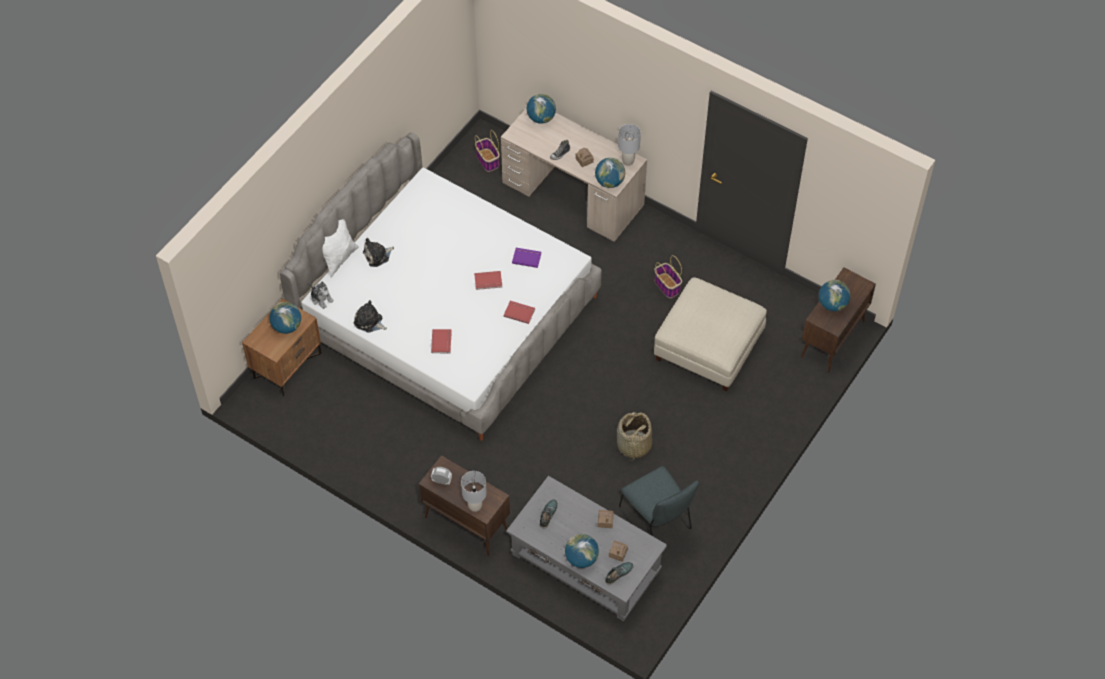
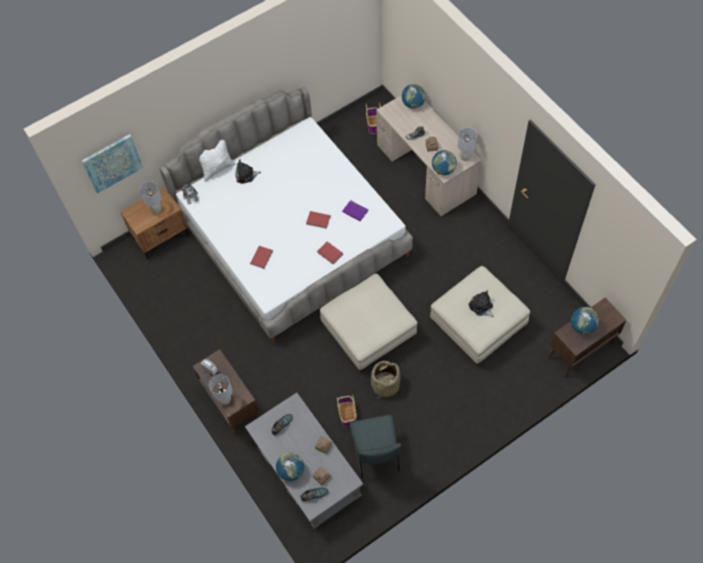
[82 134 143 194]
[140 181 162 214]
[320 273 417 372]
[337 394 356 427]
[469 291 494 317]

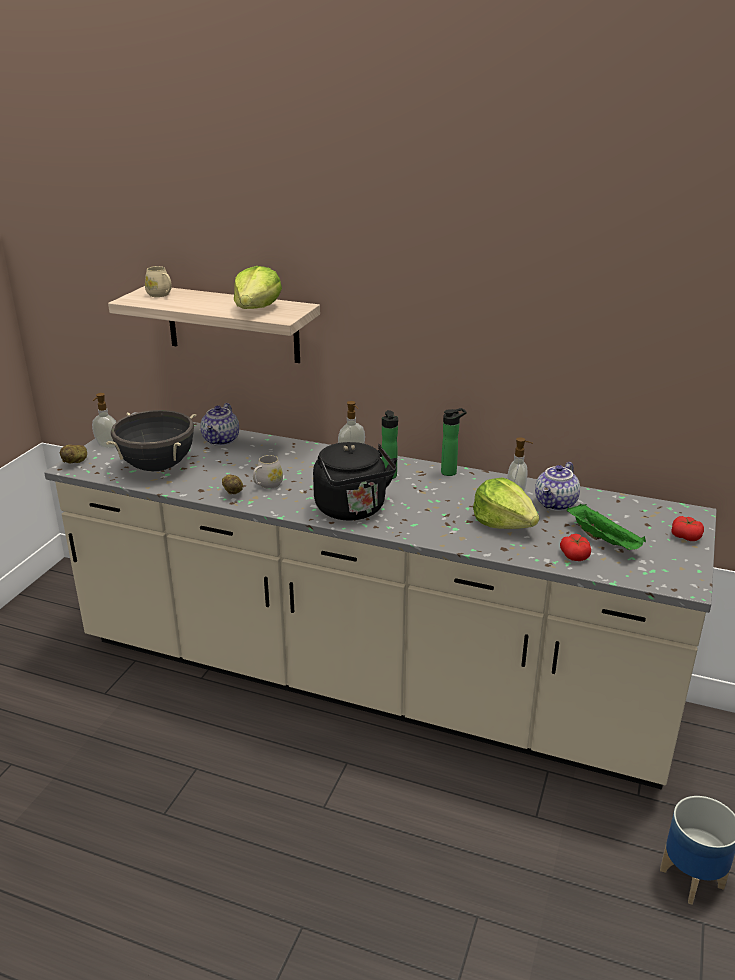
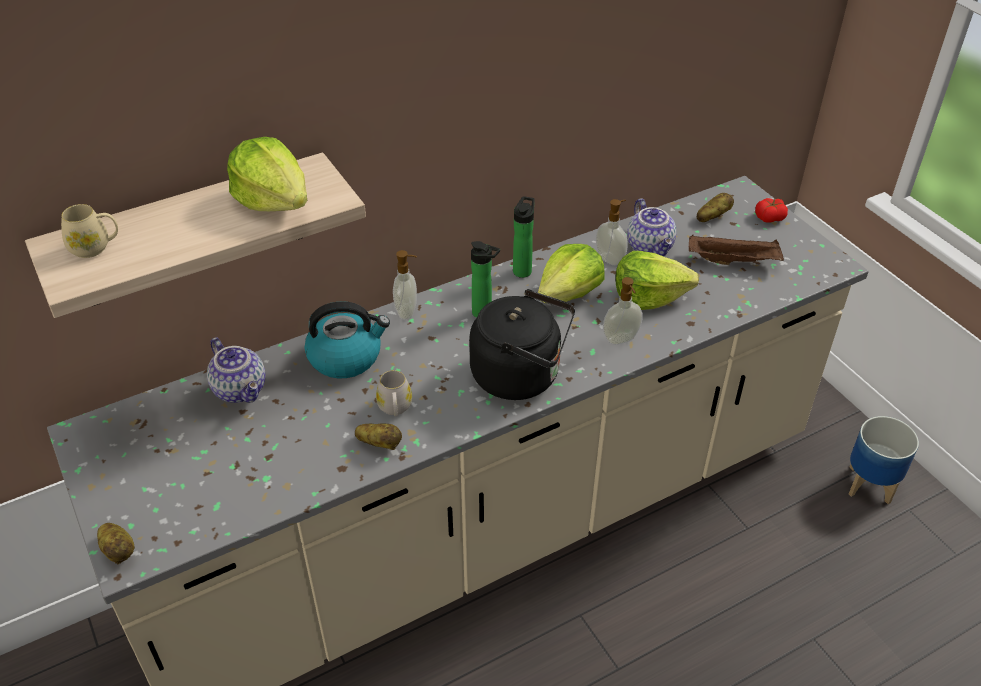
[305 301 390 378]
[538 244 605 303]
[603 277 642 345]
[689 235 784 265]
[697 193 734 222]
[106 410 196 471] (first image)
[560 534 591 561] (first image)

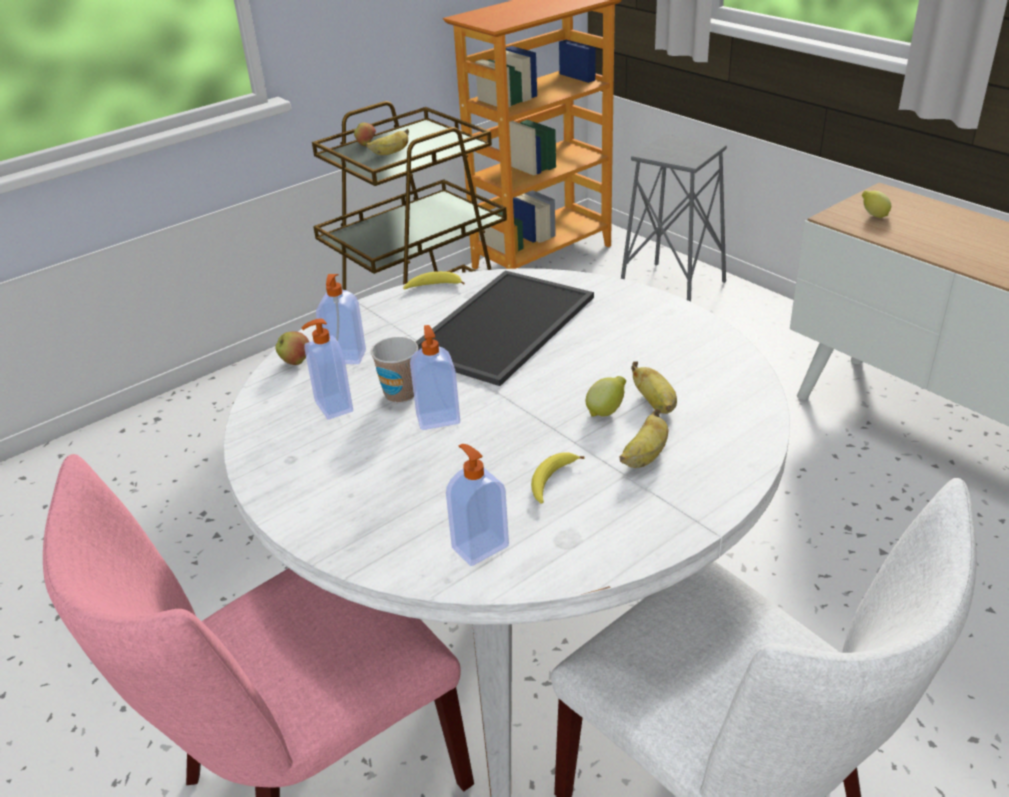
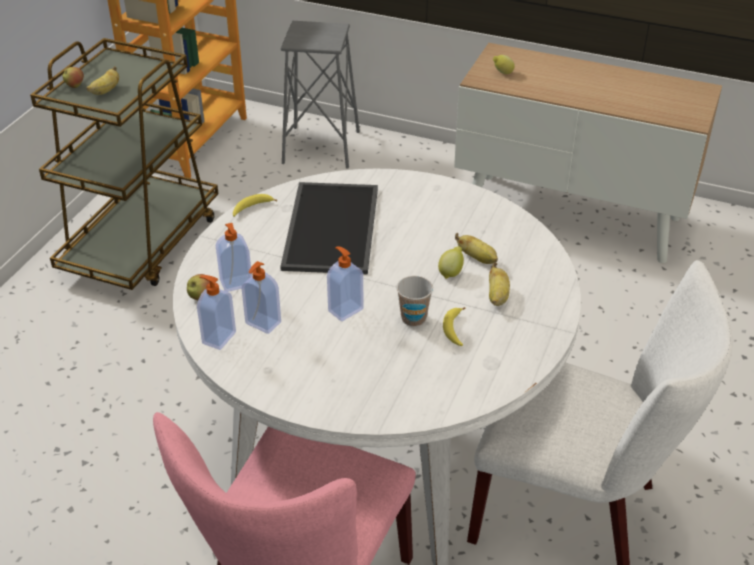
[197 275 236 350]
[396 276 433 327]

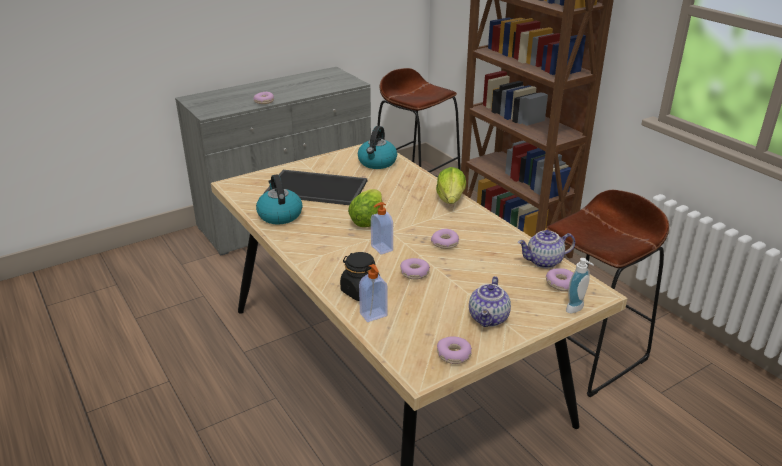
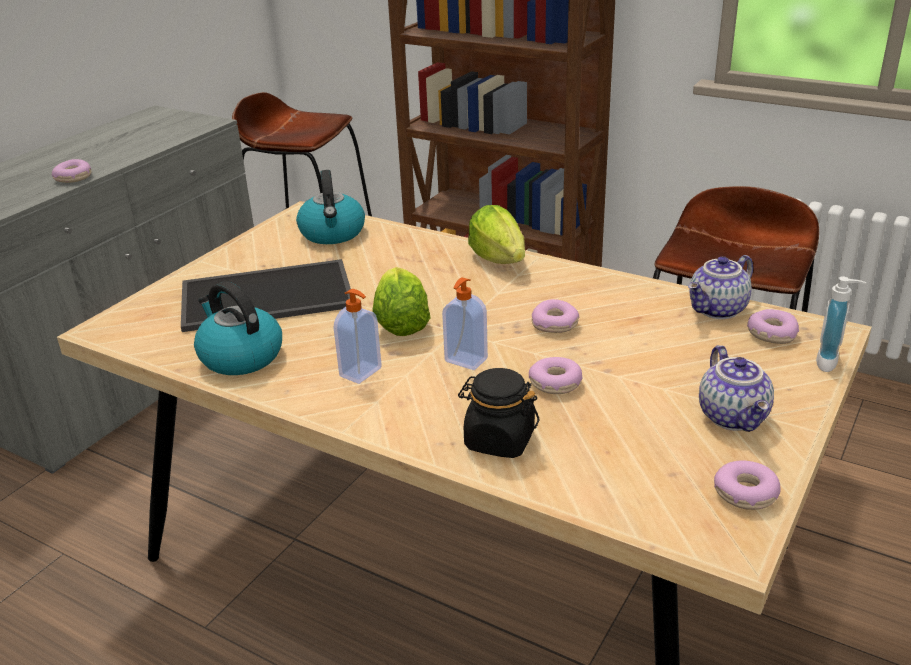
[334 289 382 384]

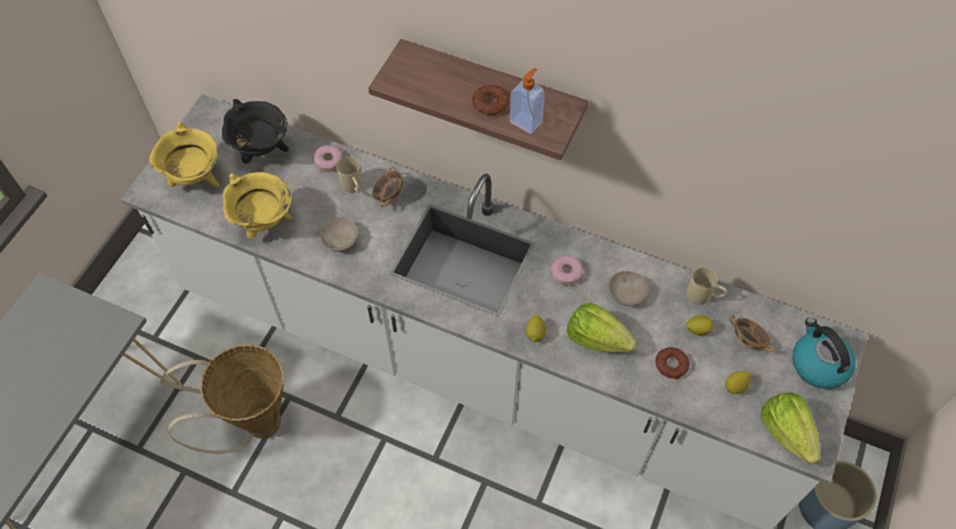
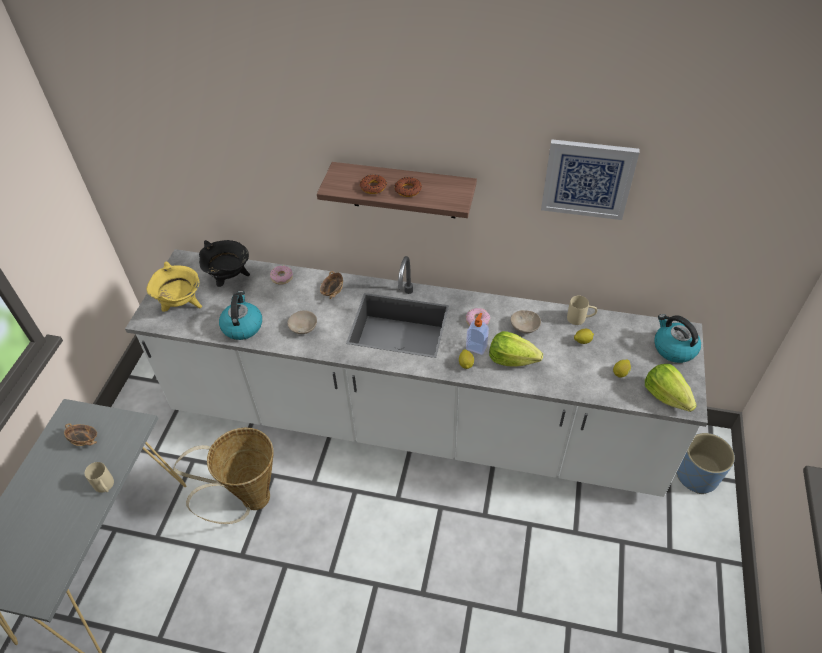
[64 423 97 446]
[85 462 114 493]
[219 291 262 340]
[360 175 387 194]
[466 313 489 355]
[541 139 640 220]

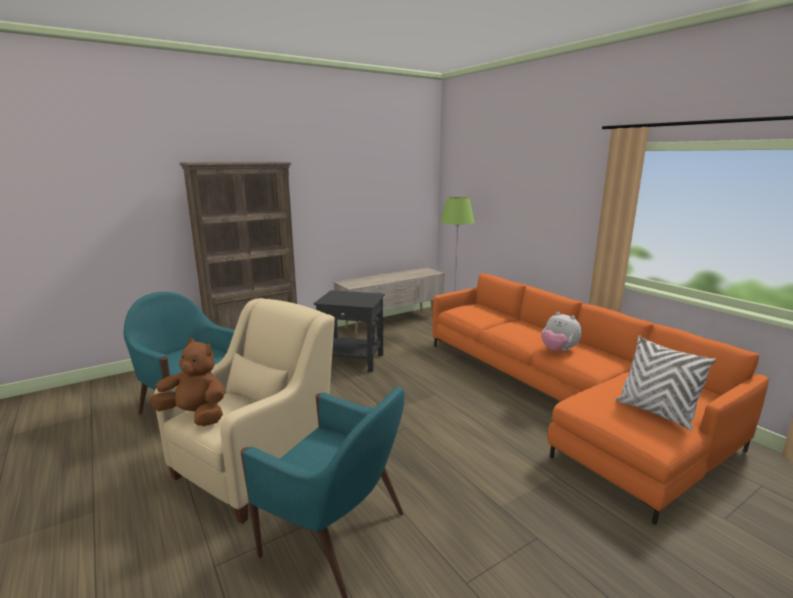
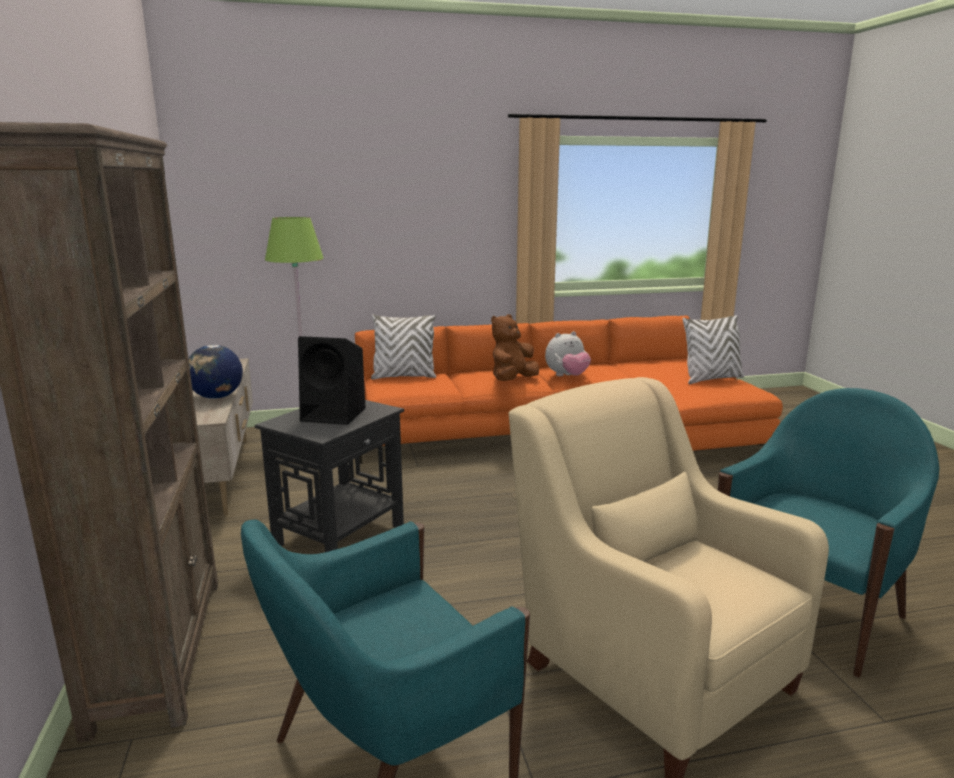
[188 345 243 399]
[298 336 365 425]
[371 314 436 379]
[491 314 539 381]

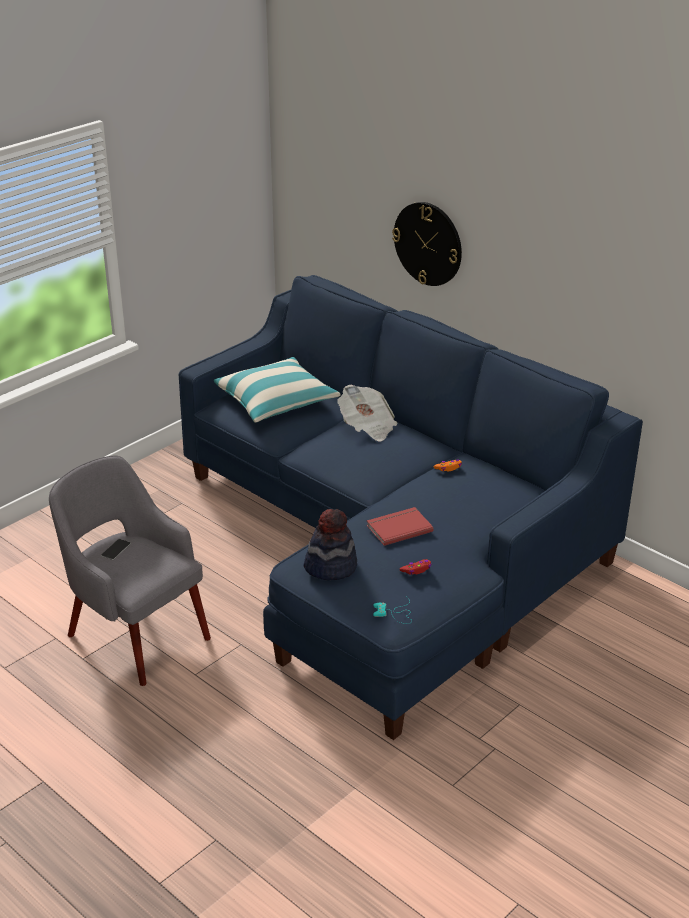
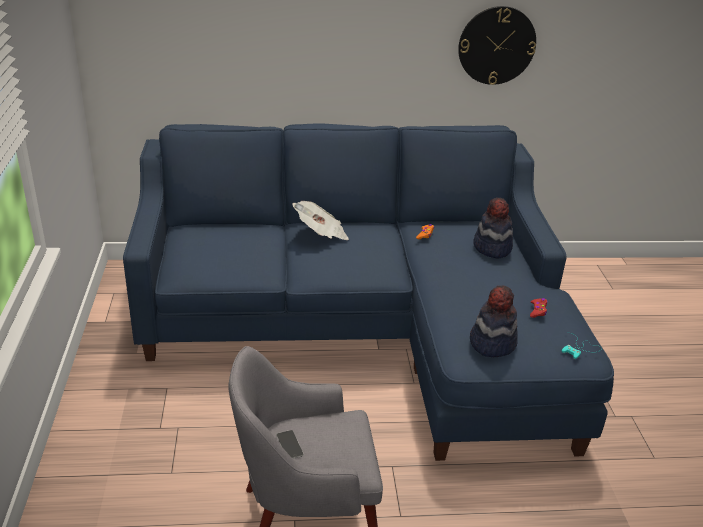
[458 6 536 85]
[473 198 513 258]
[214 357 341 423] (first image)
[367 507 434 546] (first image)

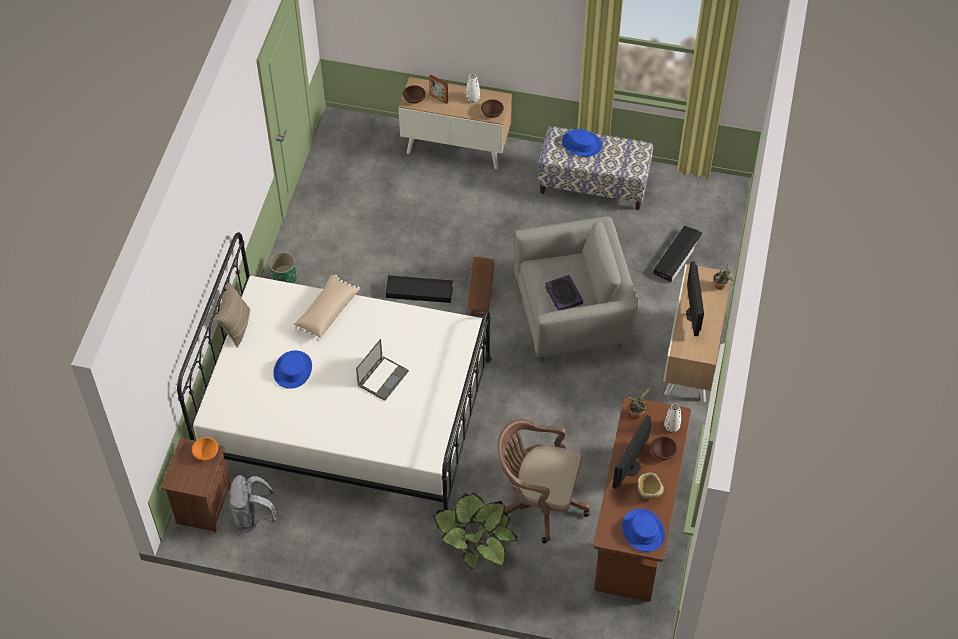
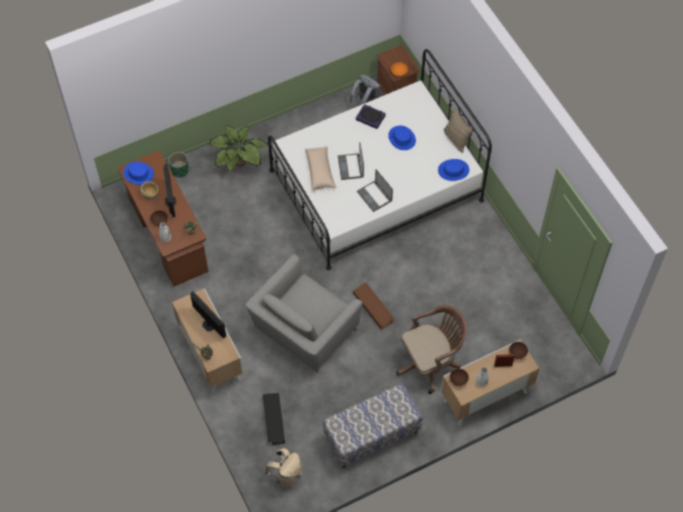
[169 152 189 178]
[265 448 302 490]
[305 146 336 192]
[356 104 386 129]
[357 169 393 212]
[396 305 467 394]
[438 159 469 181]
[386 275 453 303] (first image)

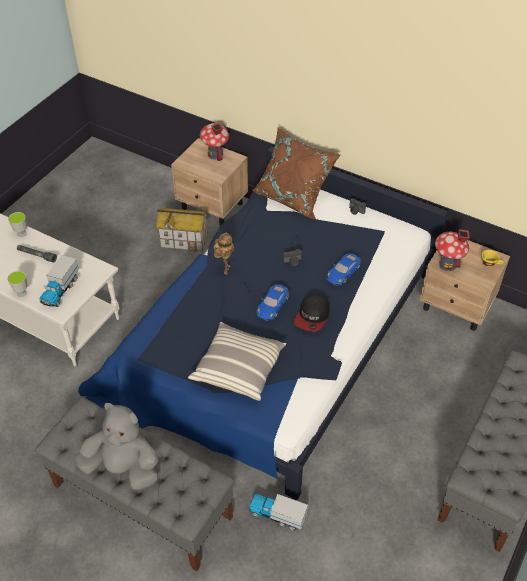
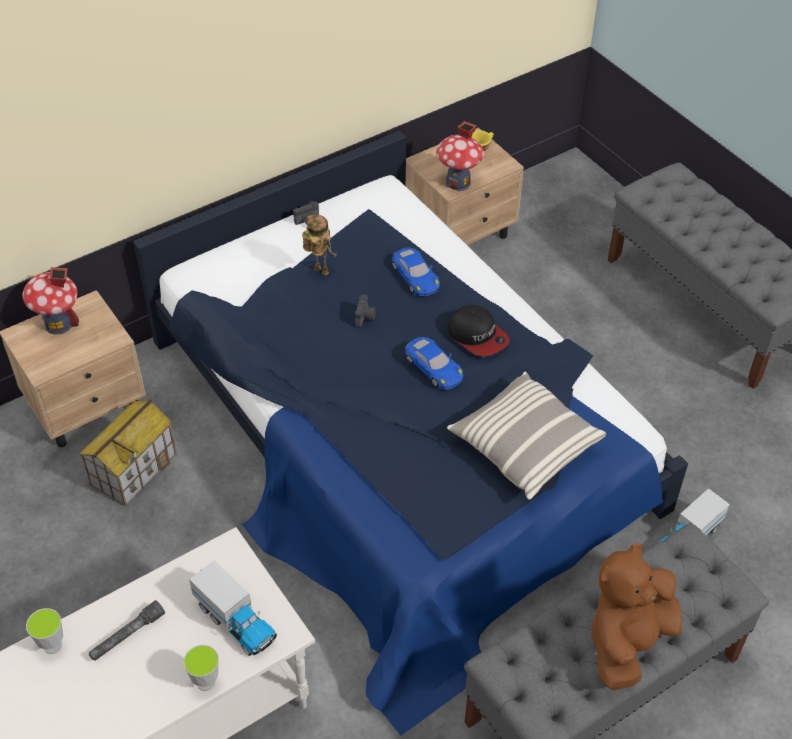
[302 214 336 275]
[592 543 682 691]
[251 127 341 219] (first image)

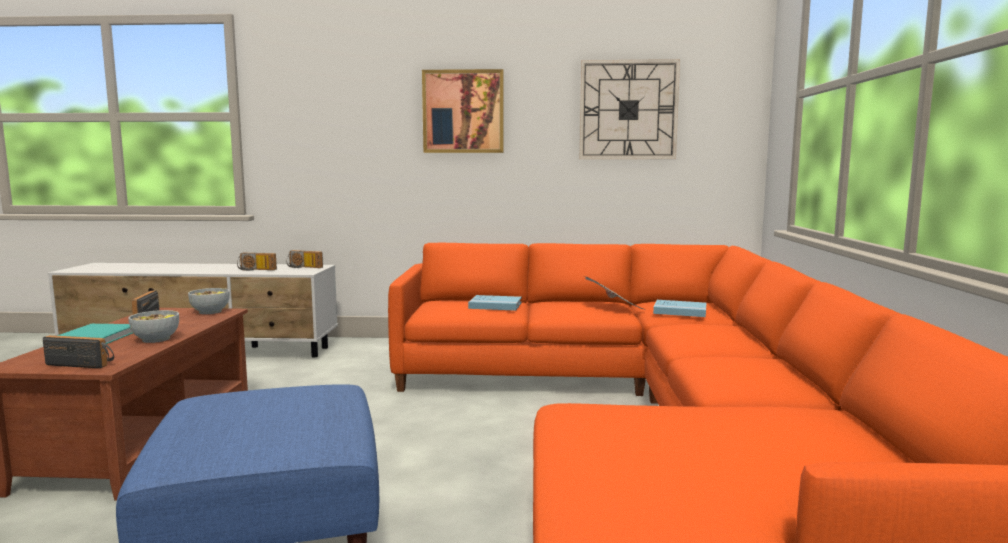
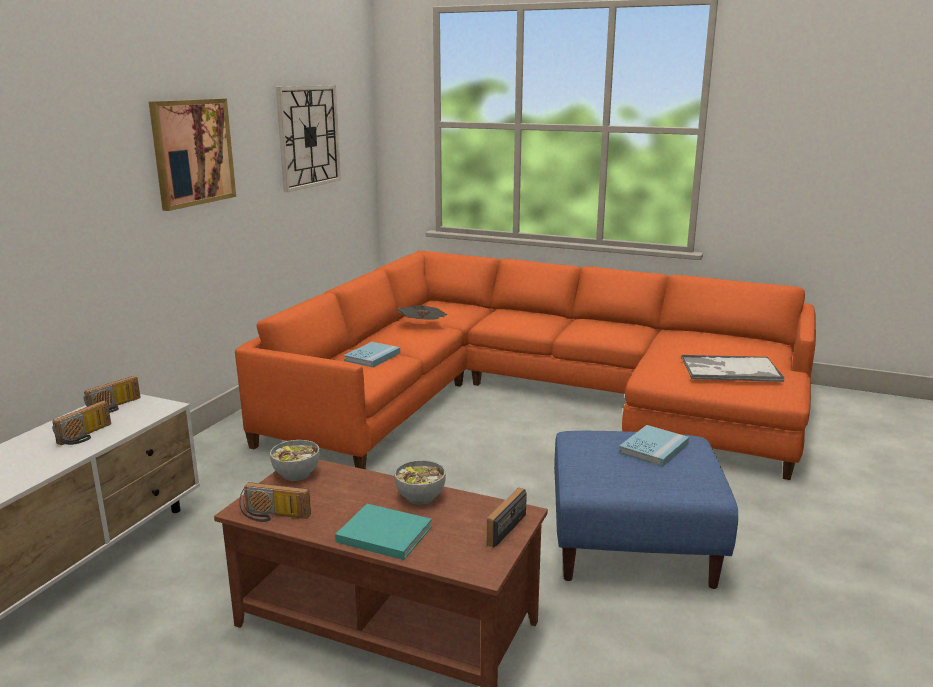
[619 425 689 467]
[681 355 785 382]

